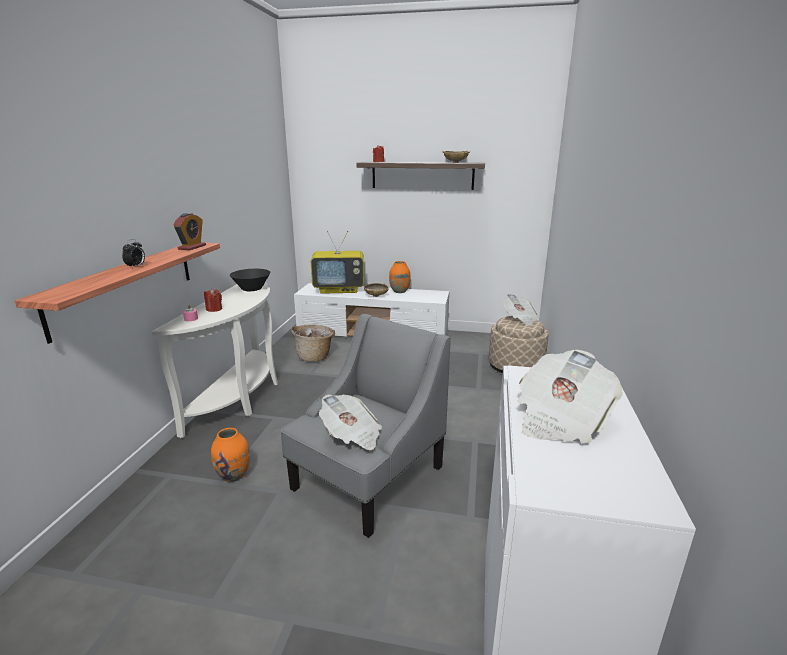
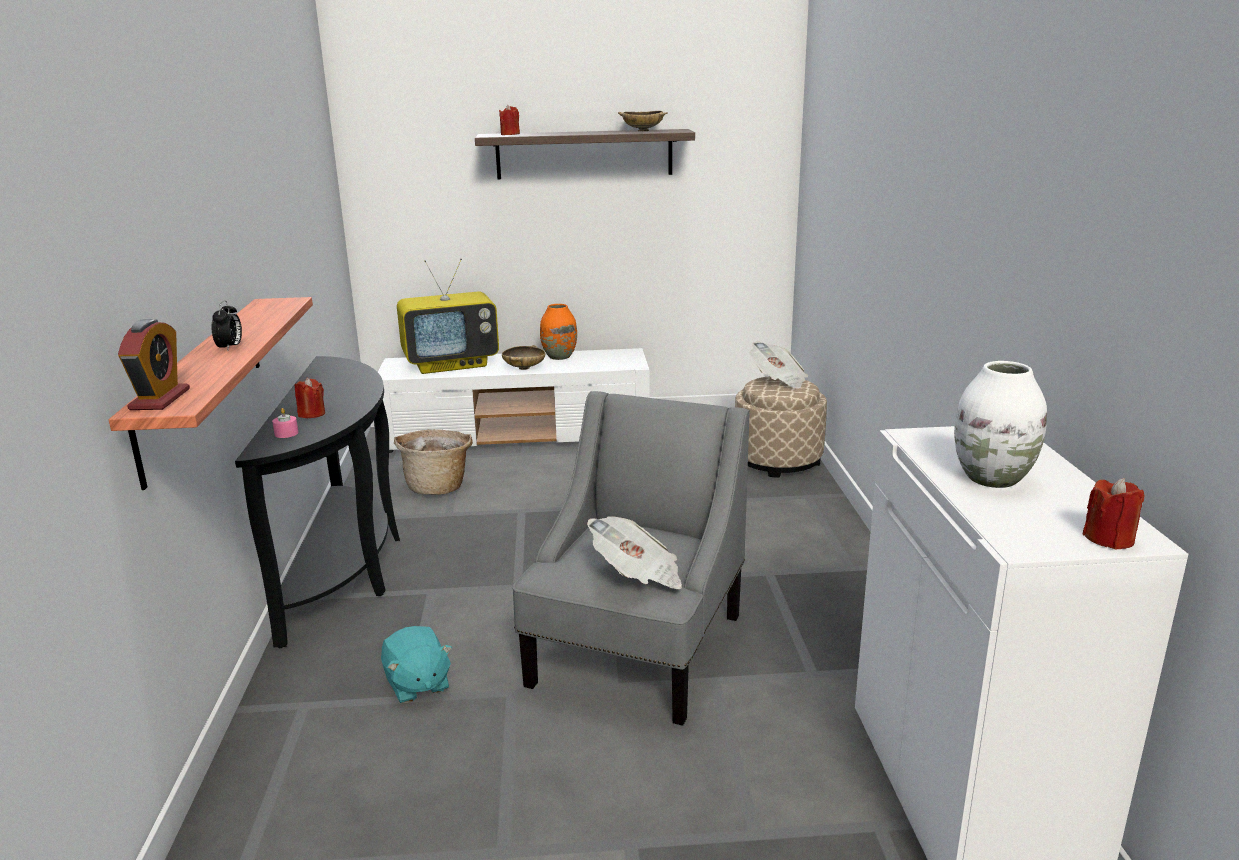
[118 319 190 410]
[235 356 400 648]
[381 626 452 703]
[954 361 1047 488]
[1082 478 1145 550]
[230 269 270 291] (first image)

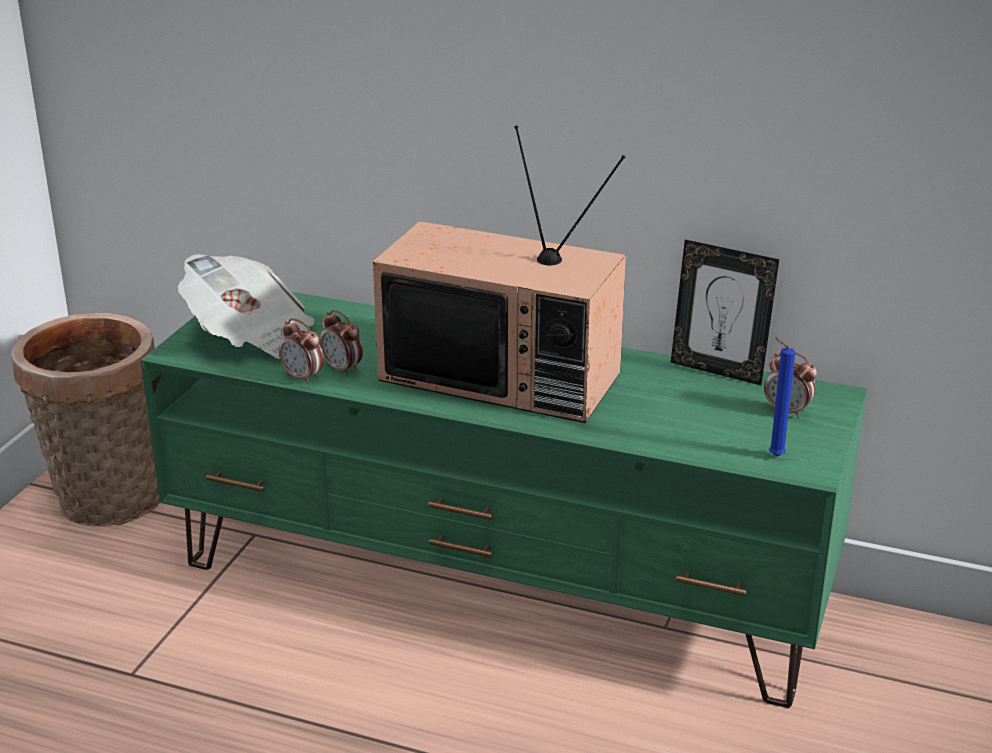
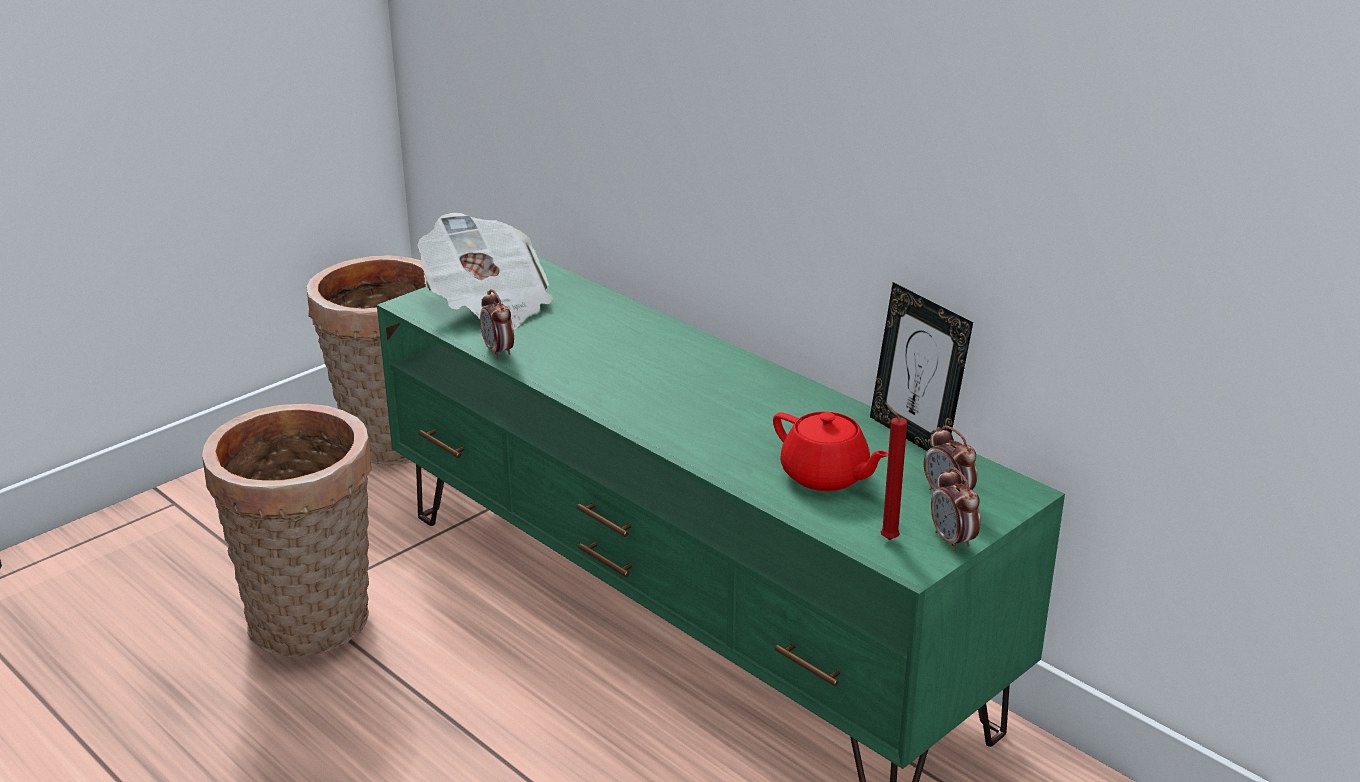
[202 403 372 657]
[773 412 888 491]
[881 403 907 540]
[931 467 981 552]
[373 125 626 423] (first image)

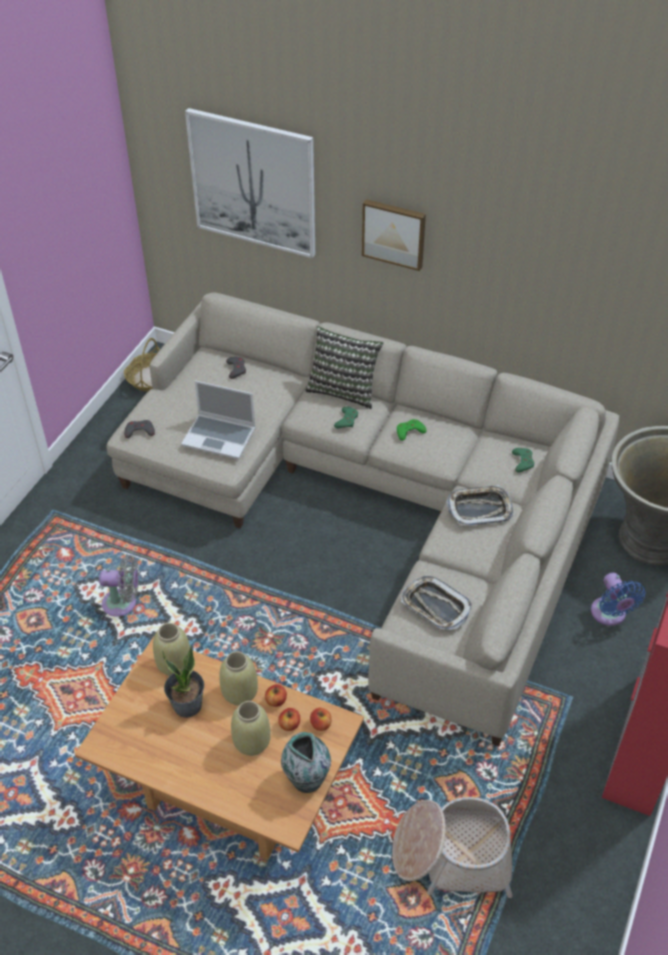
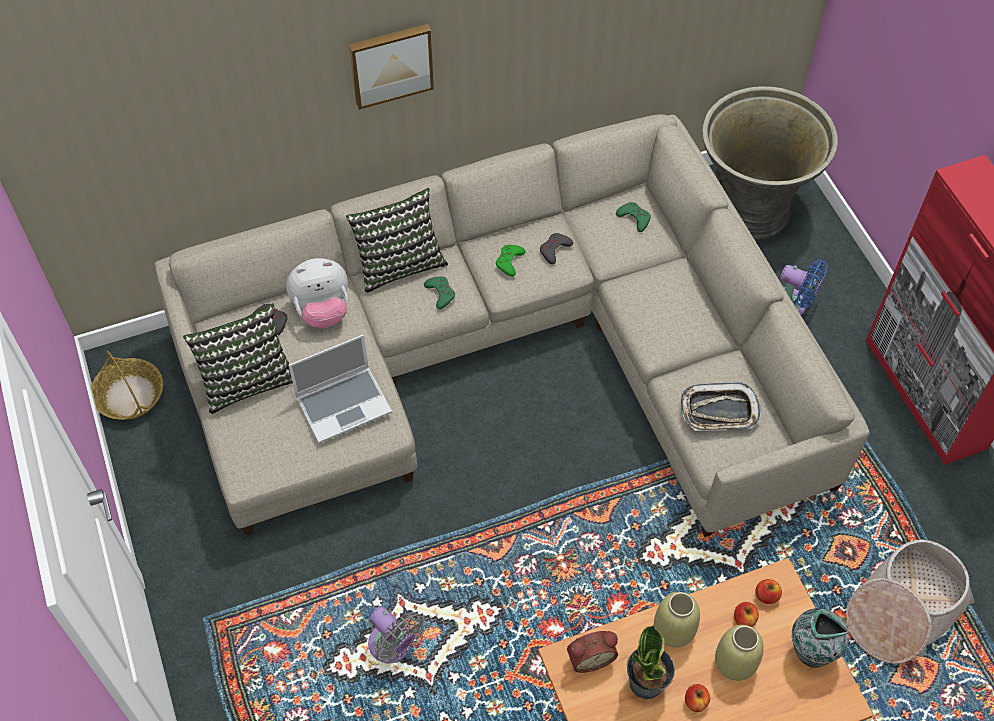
[183 303 293 414]
[286 258 348 328]
[368 606 425 663]
[540 233 573 265]
[567 631 618 673]
[685 684 710 712]
[185 108 315 258] (first image)
[446 485 513 525] (first image)

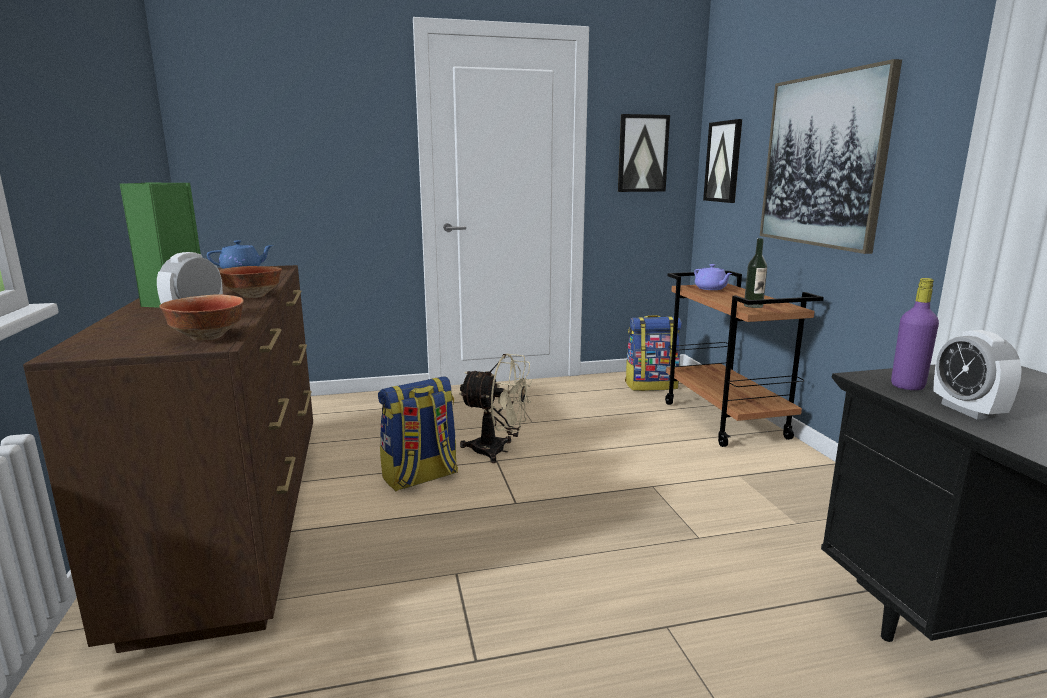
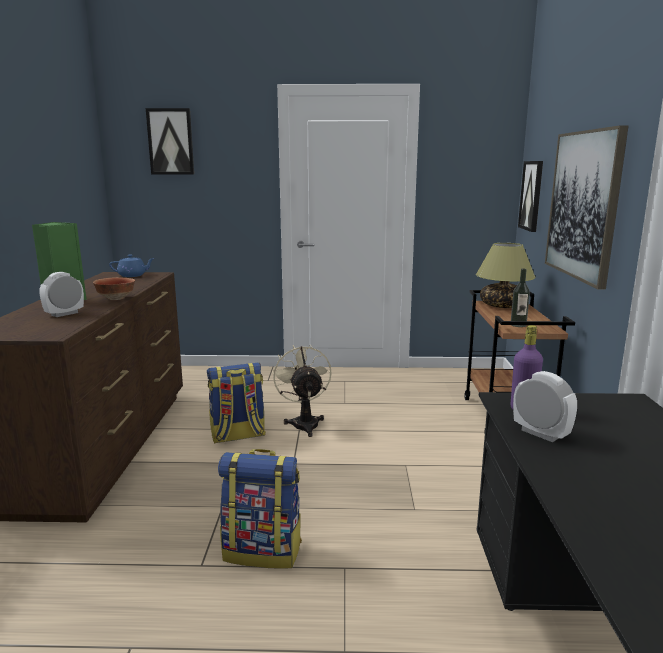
[146 108 194 175]
[218 449 302 569]
[272 345 332 437]
[476 243 536 308]
[513 371 577 442]
[159 295 244 341] (first image)

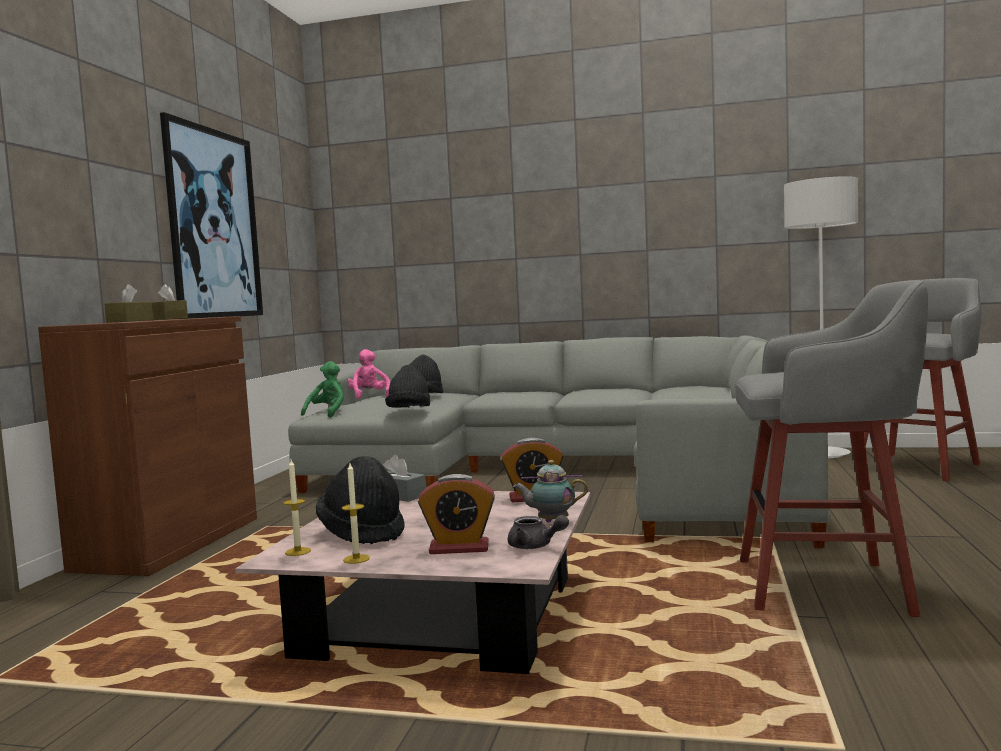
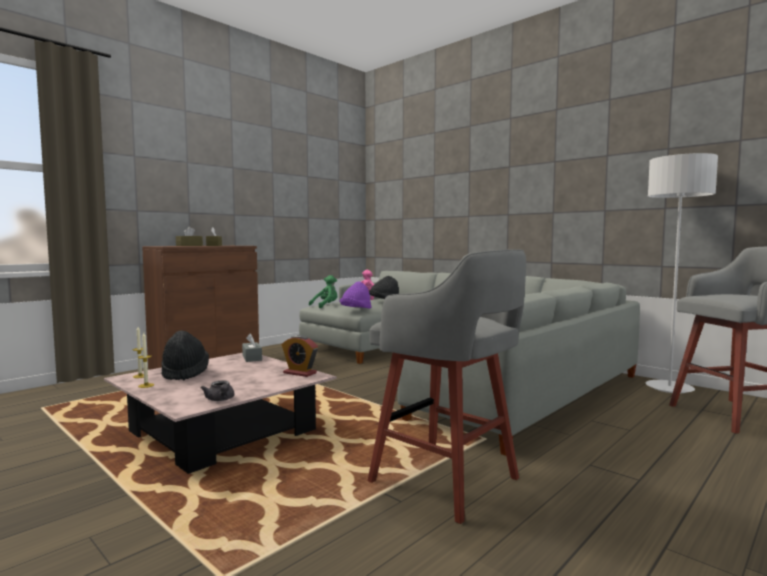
[340 281 371 308]
[160 112 263 319] (first image)
[418 474 495 554] (first image)
[513 460 588 523] (first image)

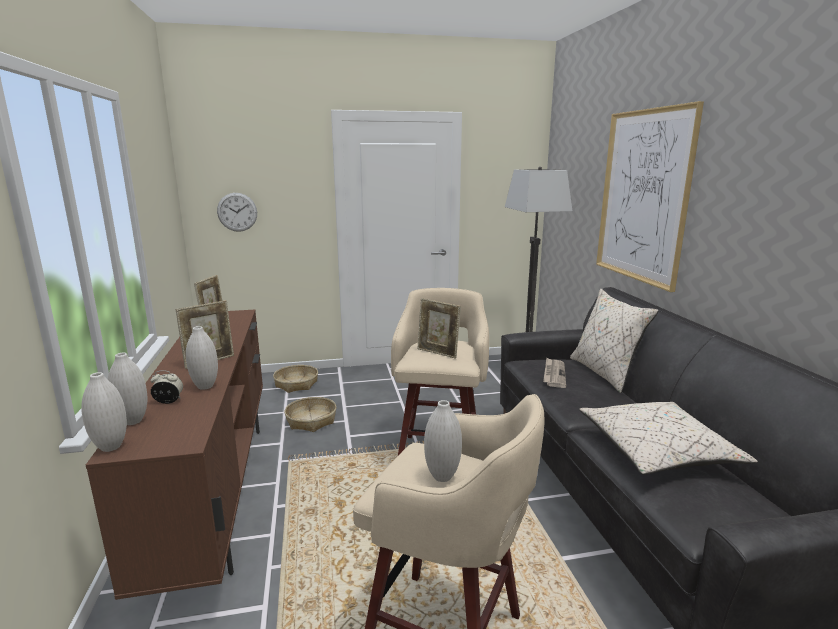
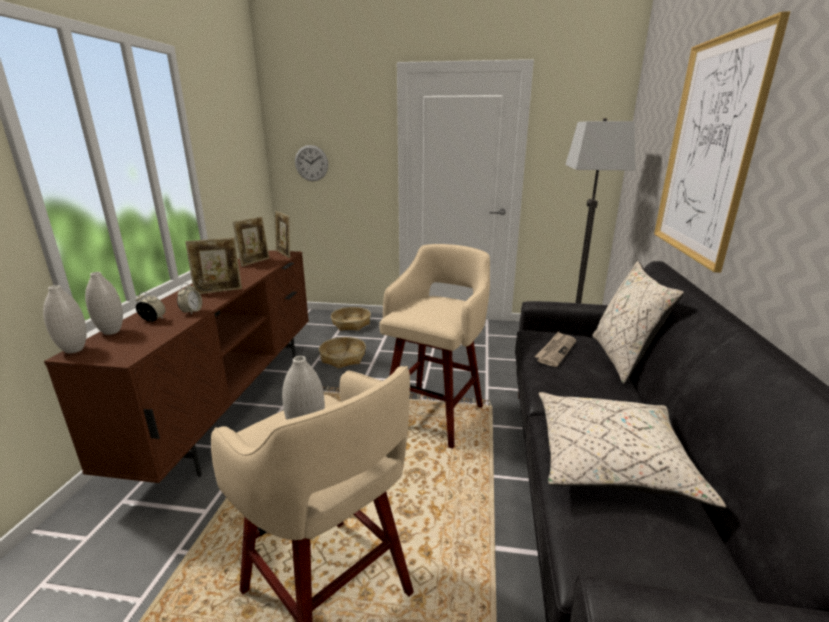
[177 283 202 315]
[275 211 290 258]

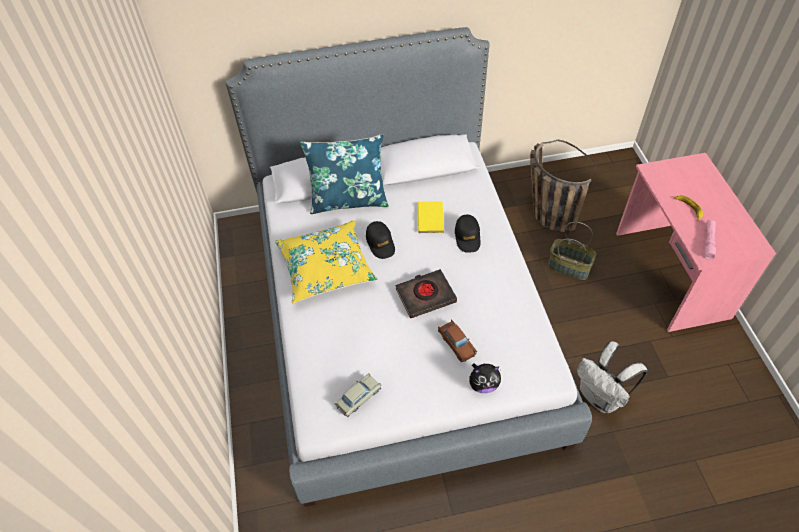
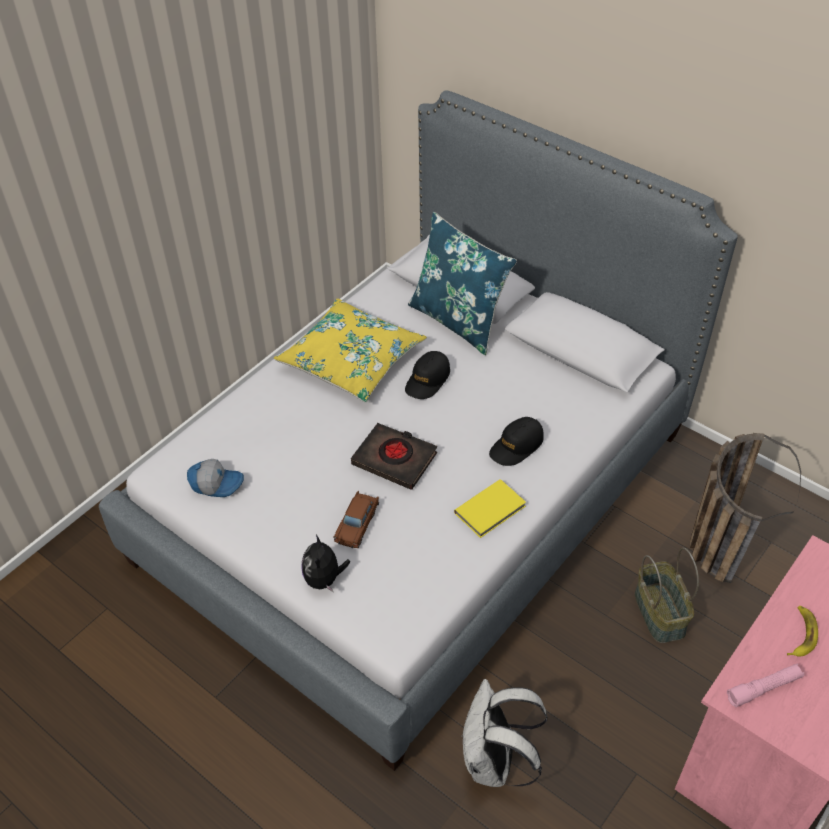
[187 459 244 497]
[301 535 351 592]
[454 479 526 538]

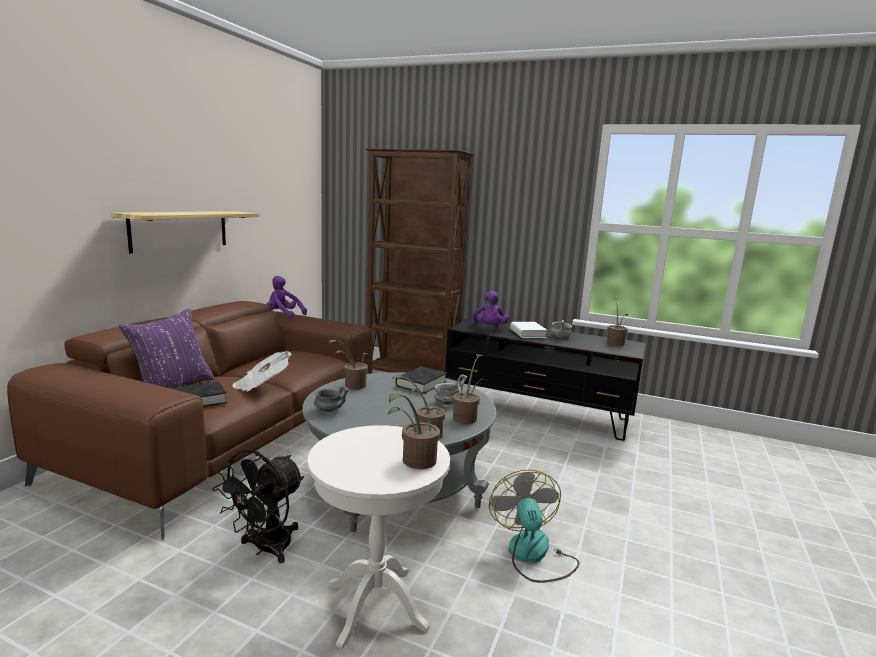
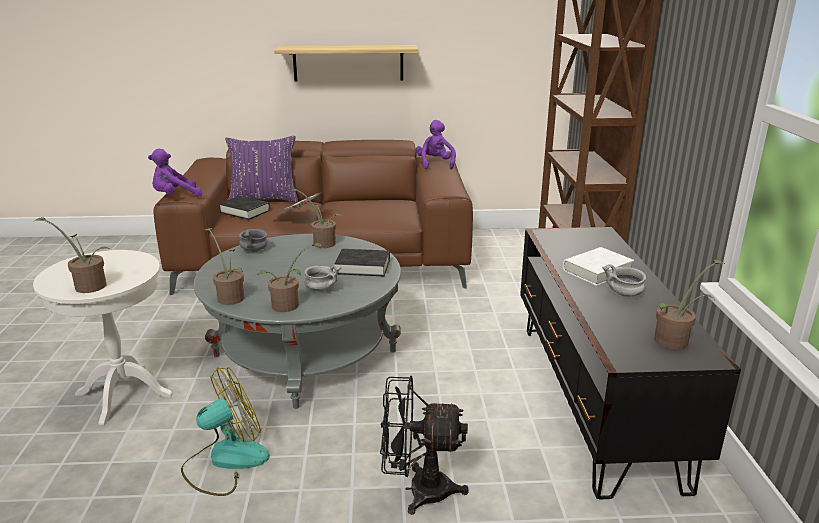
[148 149 202 197]
[380 376 469 515]

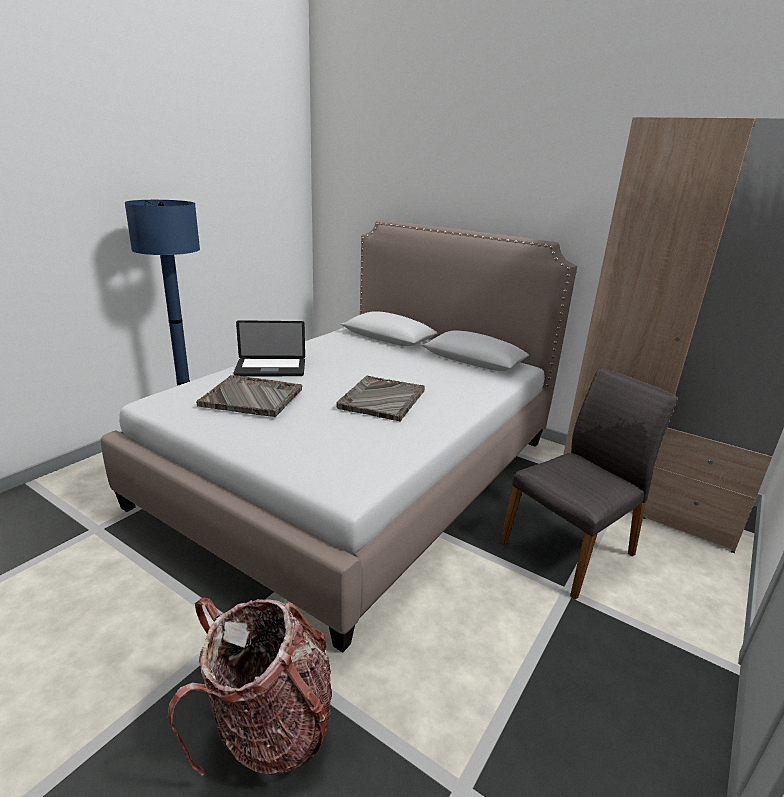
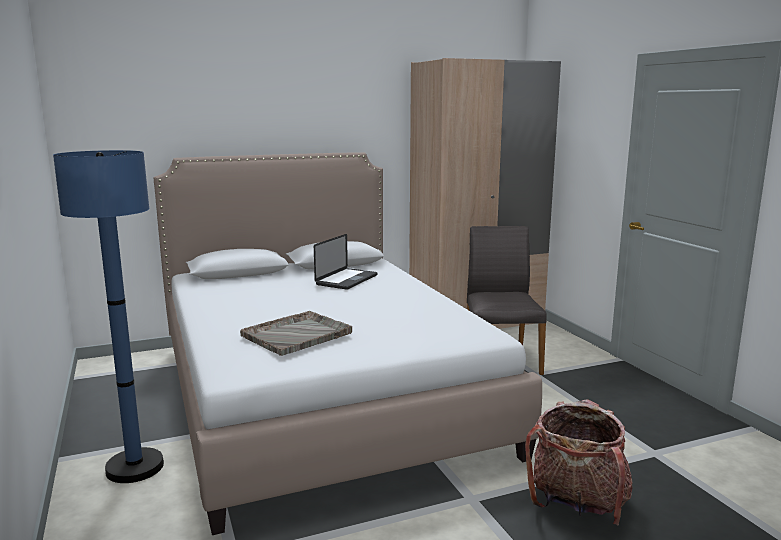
[314 234 378 290]
[336 376 425 422] (first image)

